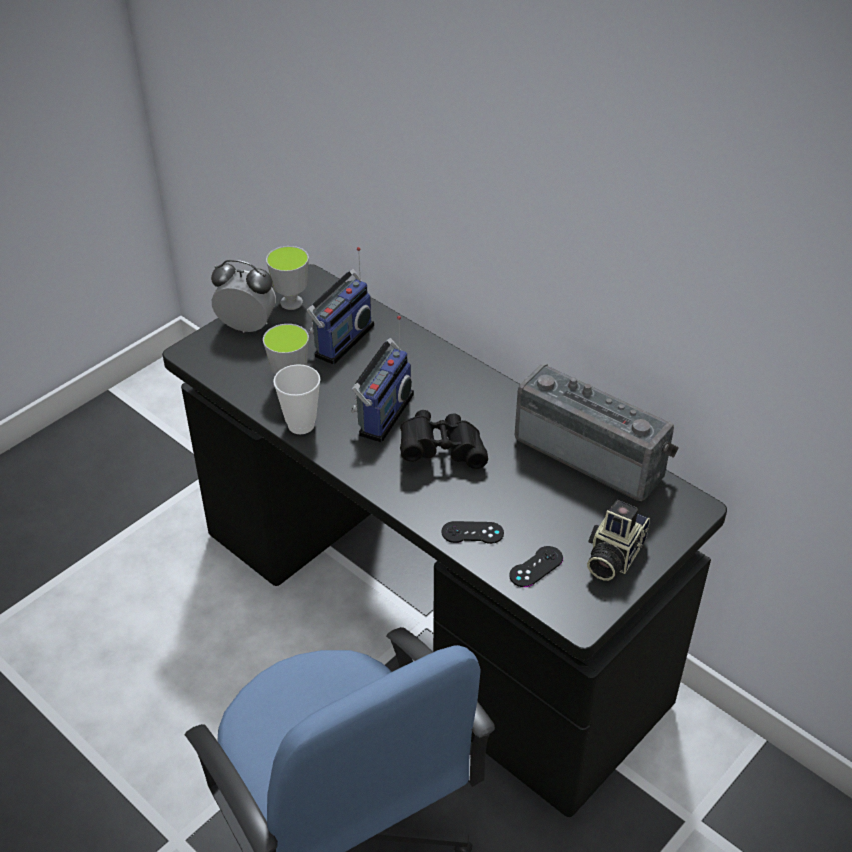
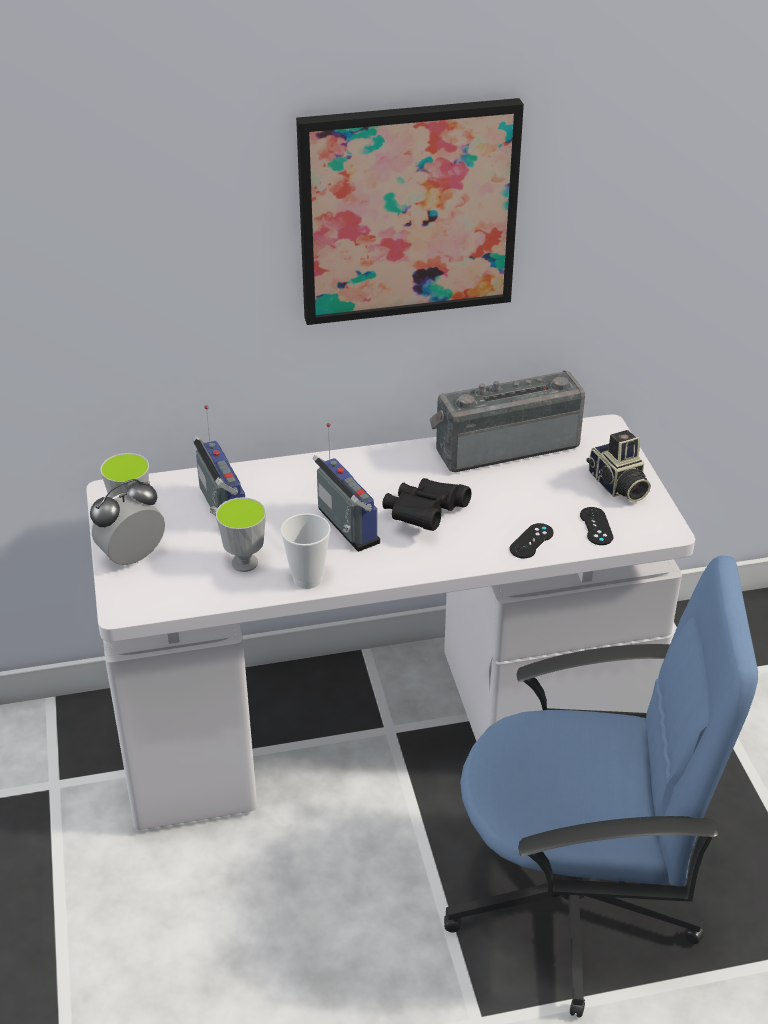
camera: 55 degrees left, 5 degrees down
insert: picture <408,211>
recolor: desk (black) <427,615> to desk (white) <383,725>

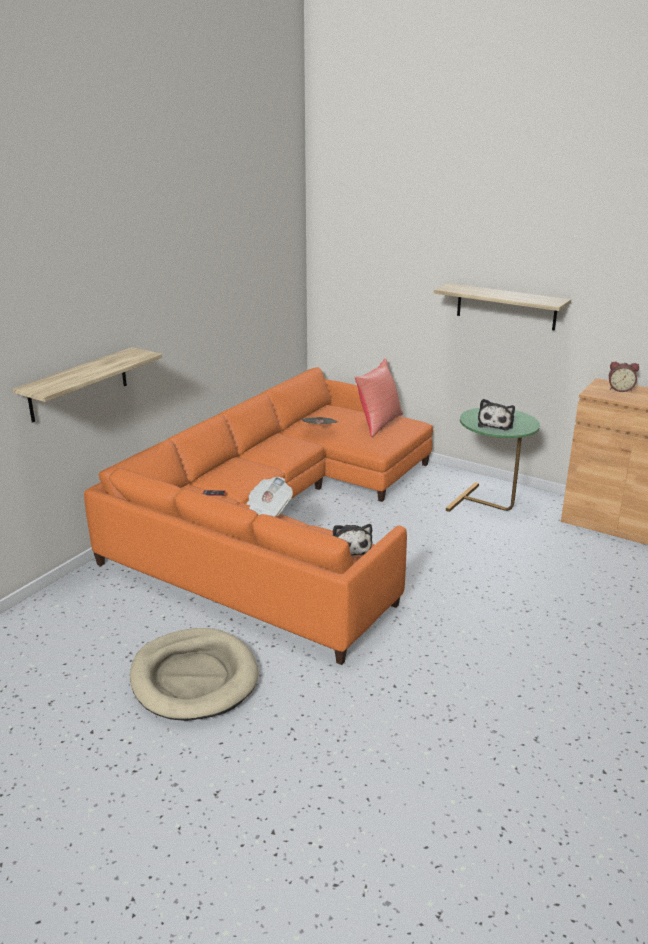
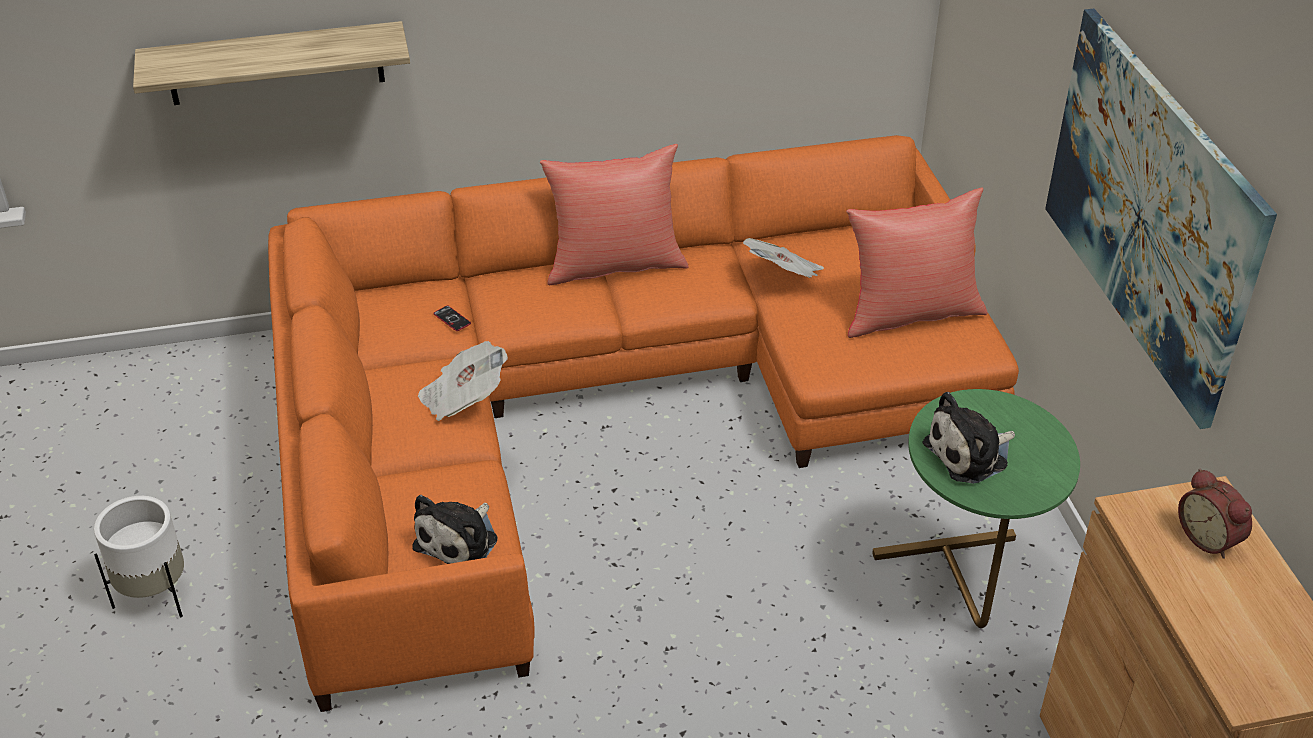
camera: 45 degrees right, 15 degrees up
insert: pillow (red) <614,264>
replace: shelf <506,306> to picture <1150,210>; dog bed (beige) <194,678> to planter (white) <156,596>

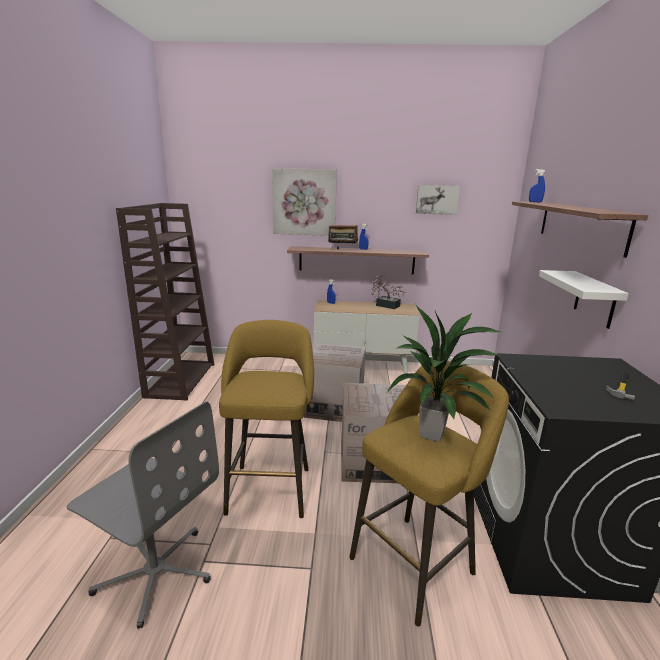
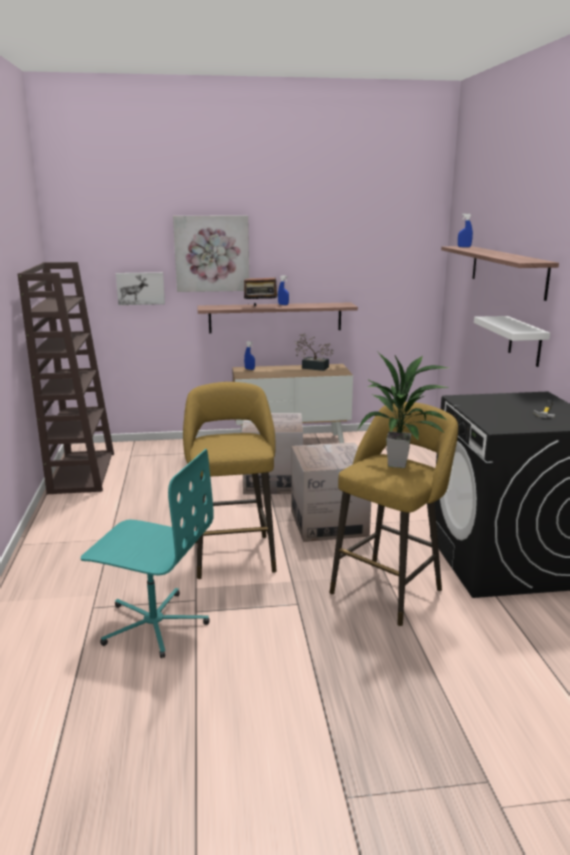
camera: 10 degrees left, 0 degrees up
move: picture <437,199> to <140,288>
recolor: office chair (grey) <155,571> to office chair (turquoise) <154,623>

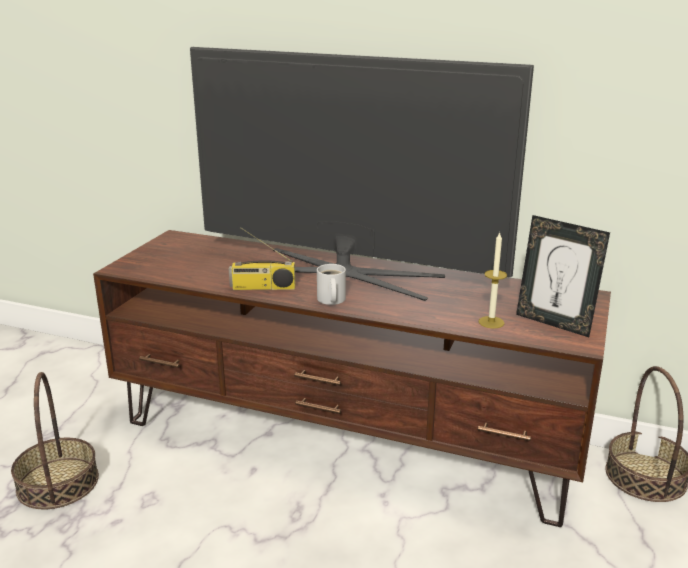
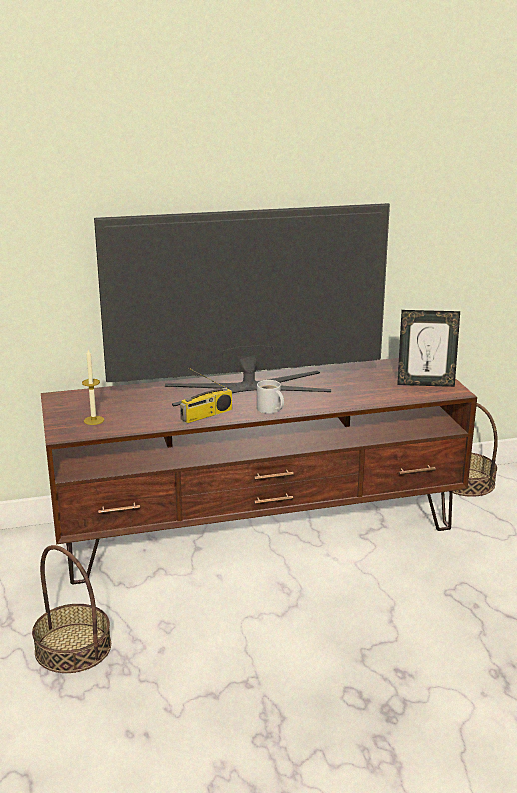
camera: 35 degrees left, 0 degrees up
move: candle <491,322> to <94,420>

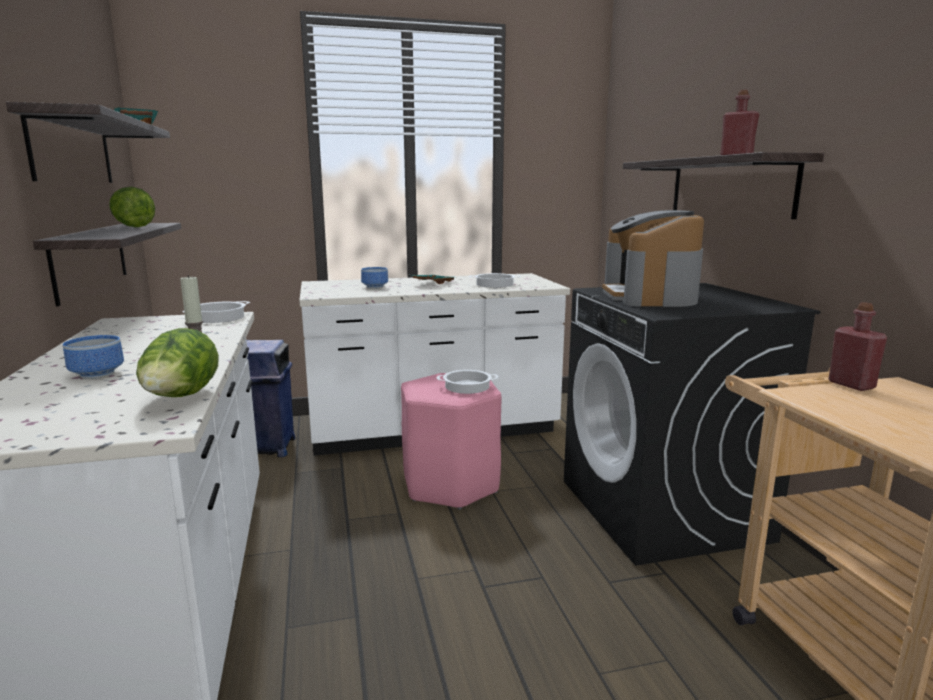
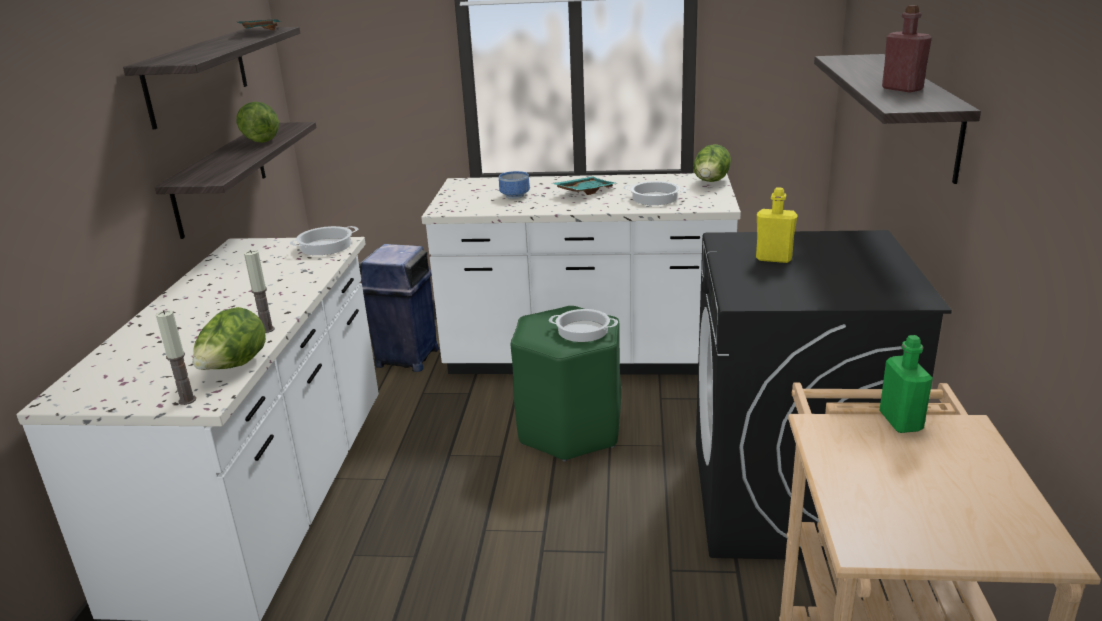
camera: 20 degrees right, 10 degrees up
delete: bowl <99,374>
insert: lettuce <711,182>; candle <187,400>
replace: coffee machine <649,296> to bottle (yellow) <774,258>
recolor: bottle (red) <851,385> to bottle (green) <900,421>; stool (pink) <450,485> to stool (green) <569,430>

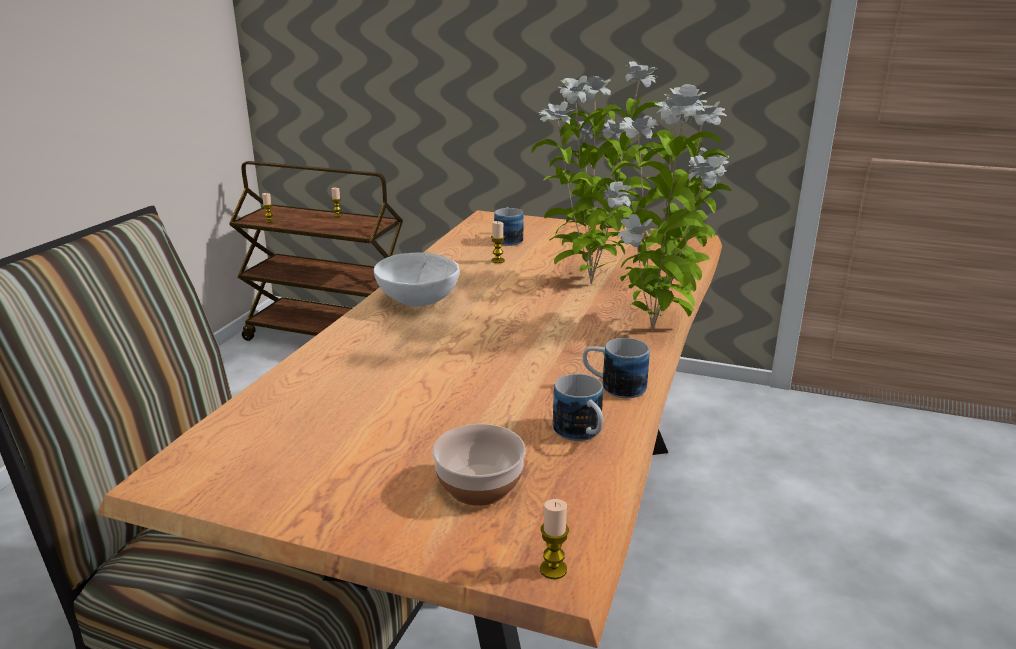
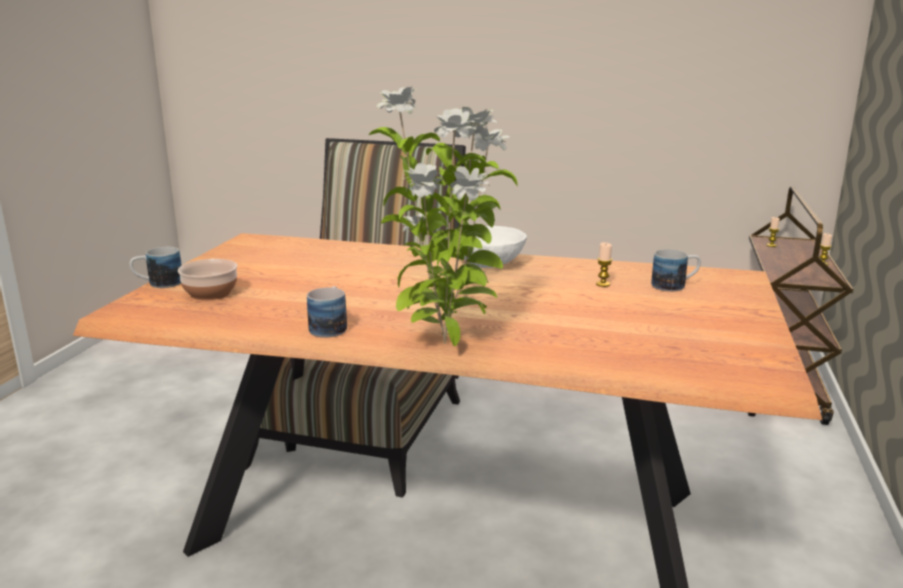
camera: 85 degrees right, 5 degrees down
delete: potted plant <590,282>; candle <553,569>
move: mug <582,434> to <158,284>

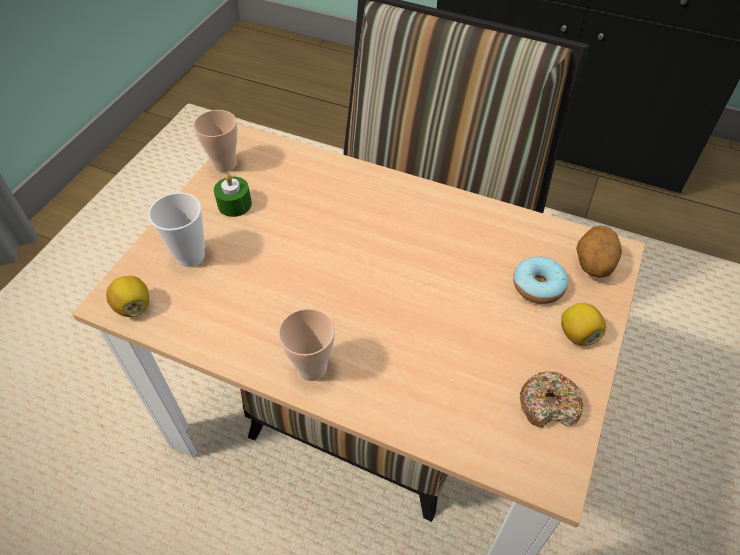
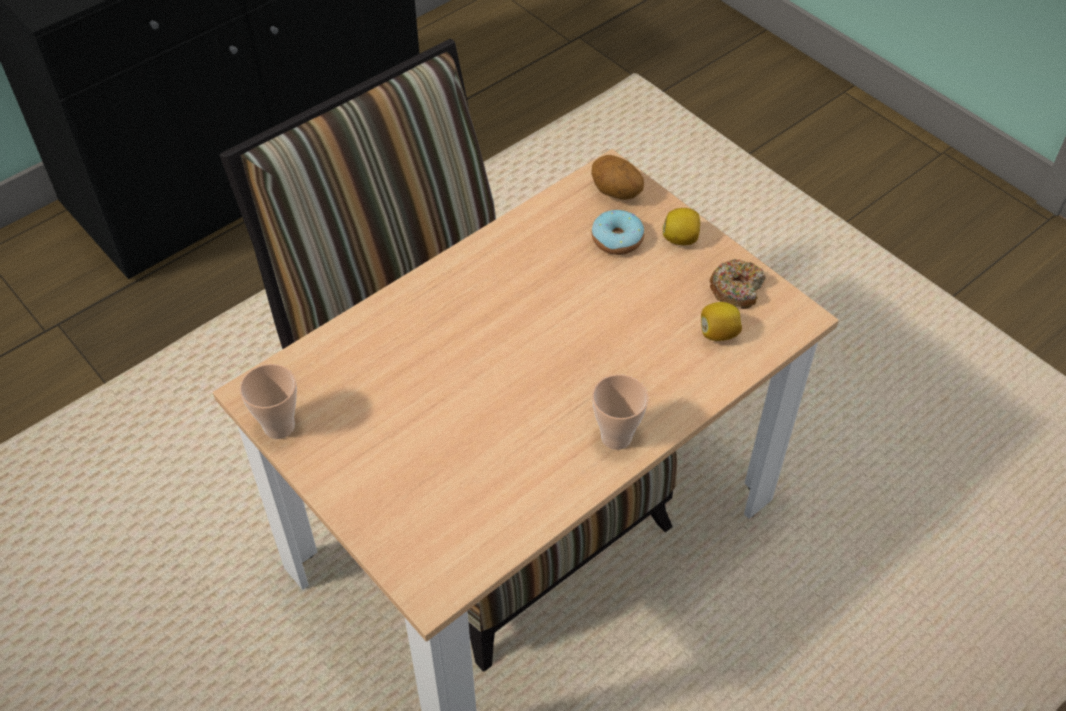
camera: 65 degrees left, 0 degrees up
delete: candle (green) <234,204>; cup <190,255>
move: lemon <133,306> to <718,333>

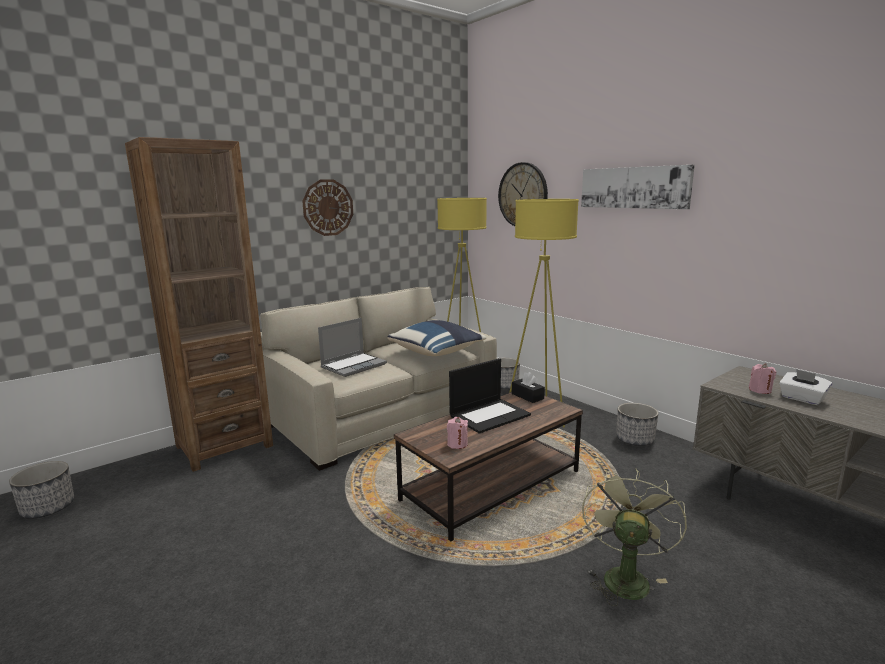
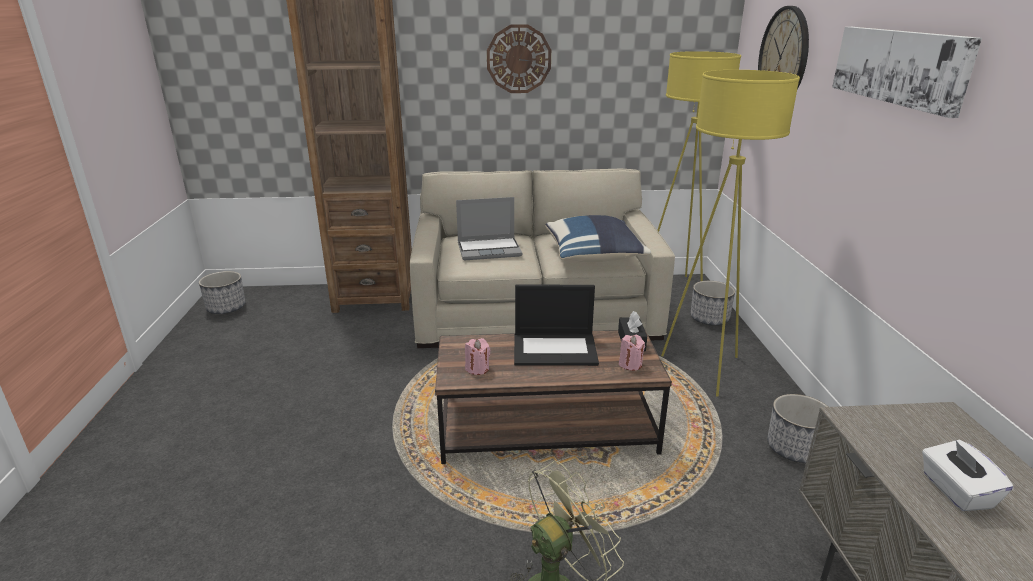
camera: 35 degrees right, 10 degrees up
move: candle (pink) <760,390> to <630,364>

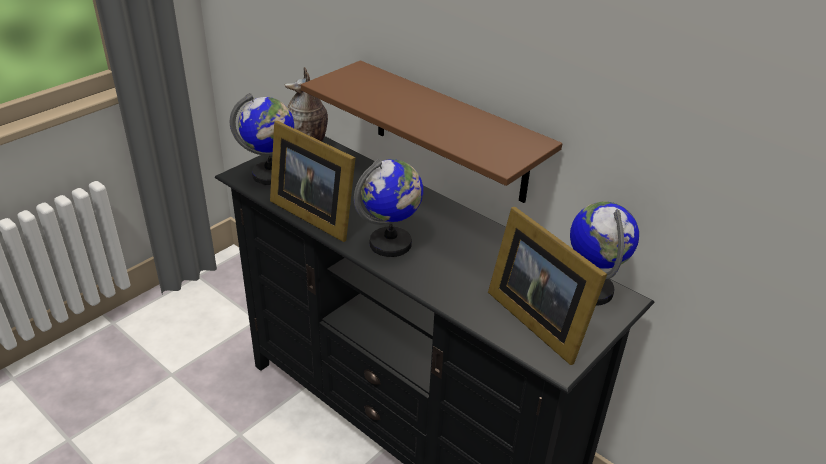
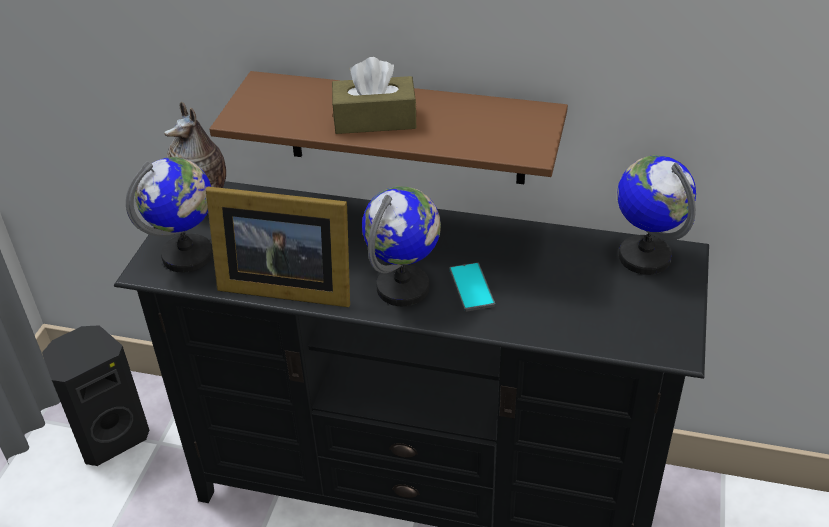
camera: 25 degrees left, 5 degrees up
delete: picture frame <537,318>
insert: tissue box (brown) <375,120>; phone <472,287>; speaker (black) <110,436>

